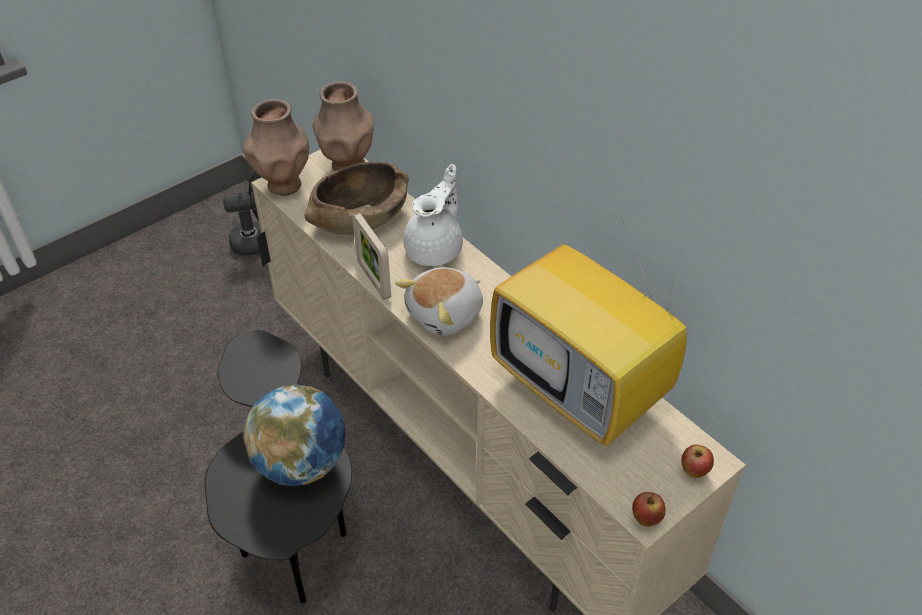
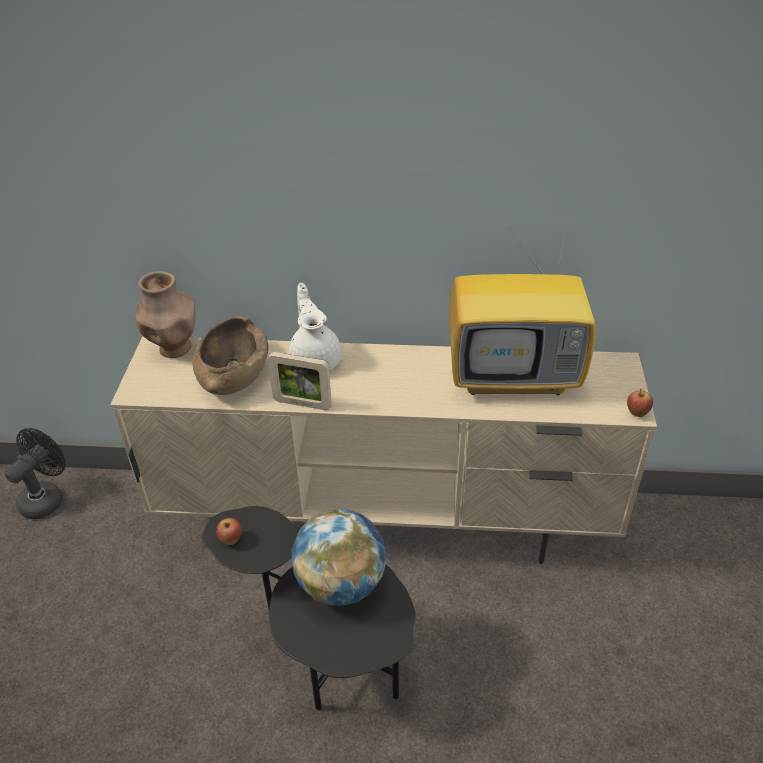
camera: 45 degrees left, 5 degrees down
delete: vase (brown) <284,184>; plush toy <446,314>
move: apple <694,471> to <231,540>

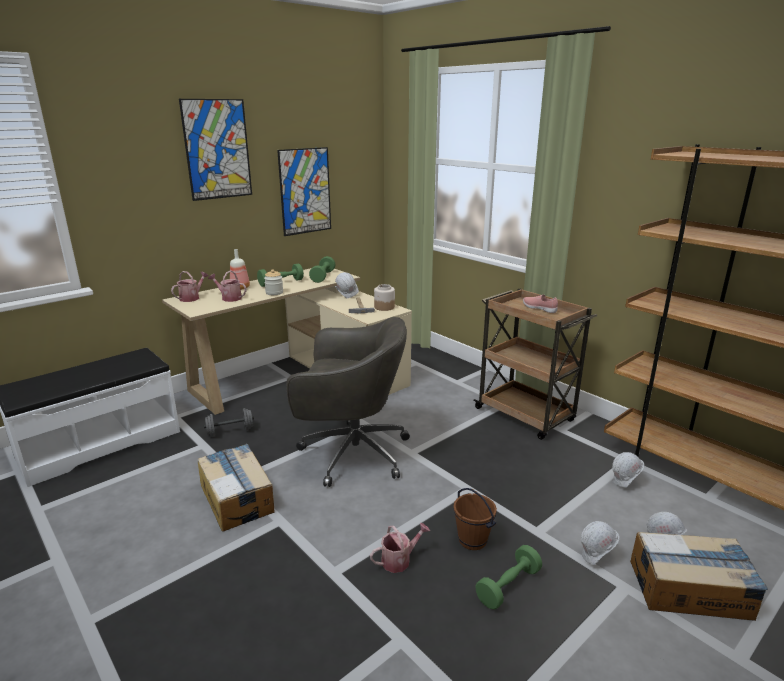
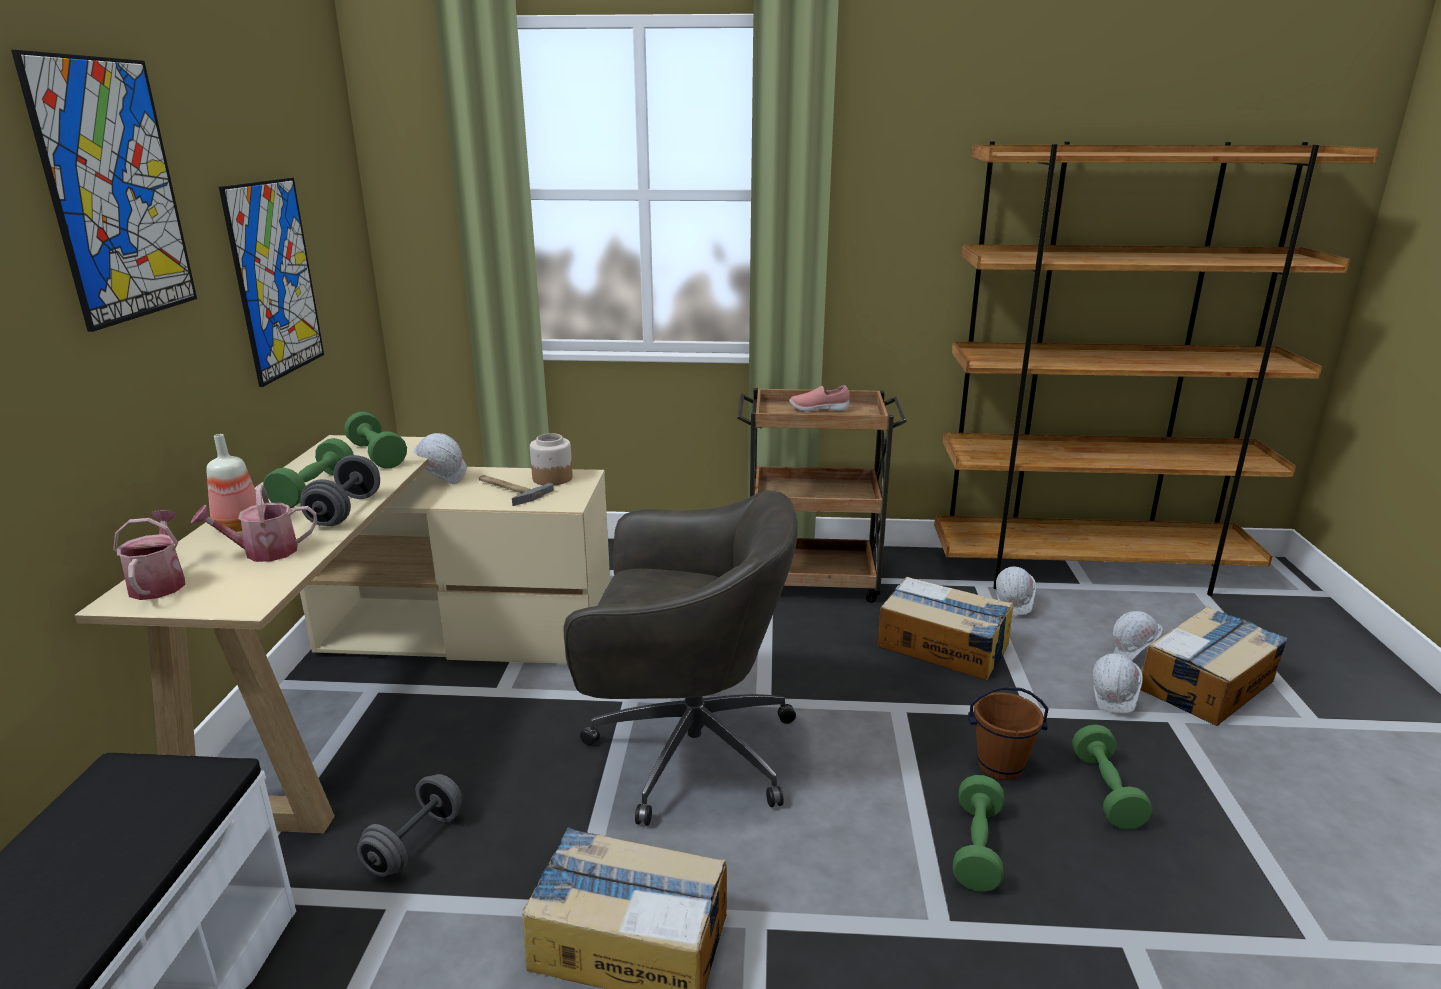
camera: 45 degrees left, 0 degrees up
insert: cardboard box <943,646>
replace: jar <274,293> to dumbbell (grey) <345,511>; watering can <399,560> to dumbbell (green) <977,848>
rotate: office chair (grey) <351,453> = <686,750> 45 degrees clockwise

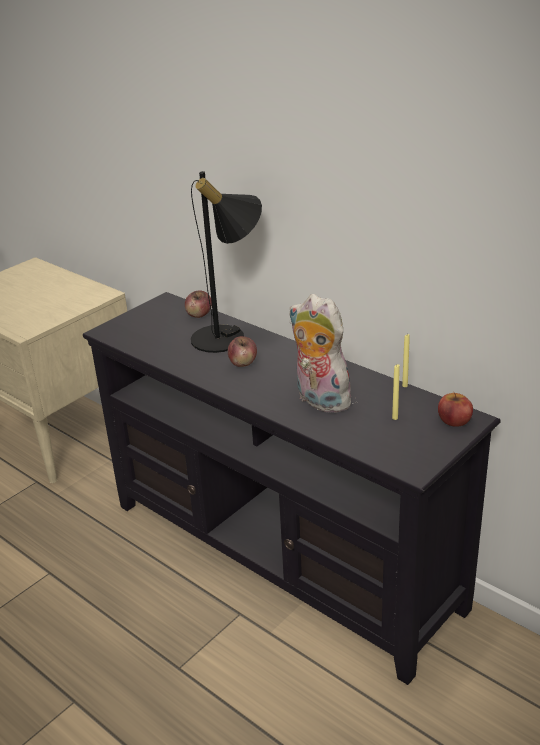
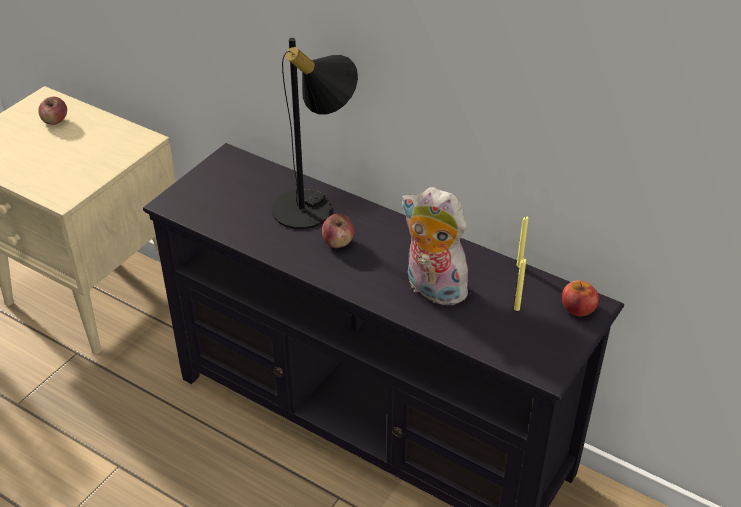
camera: 10 degrees left, 10 degrees up
move: apple <199,314> to <55,121>

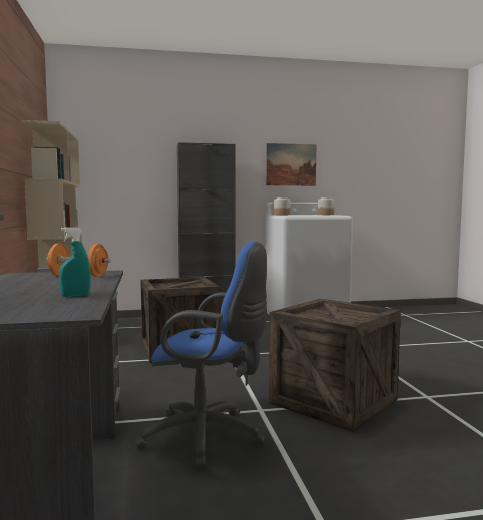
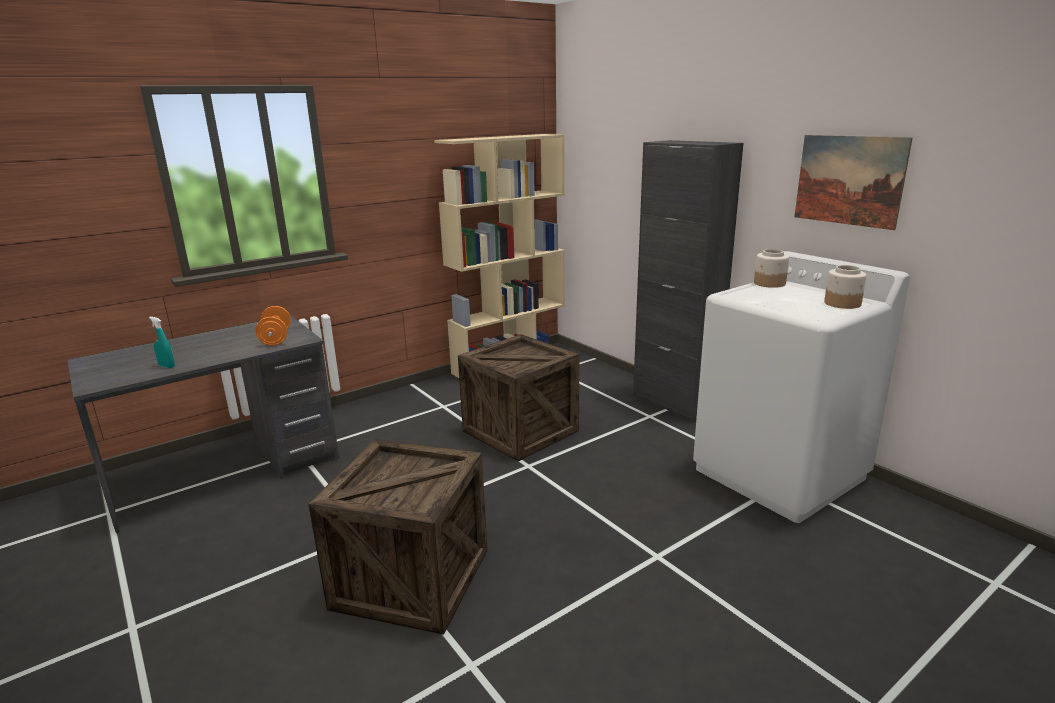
camera: 65 degrees right, 15 degrees up
delete: office chair (blue) <208,438>

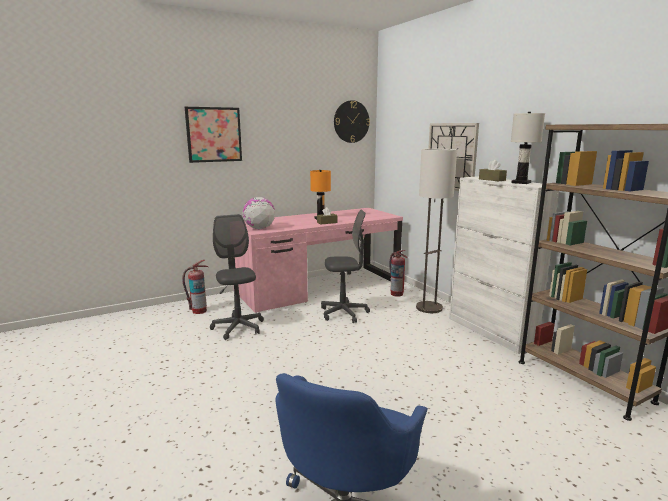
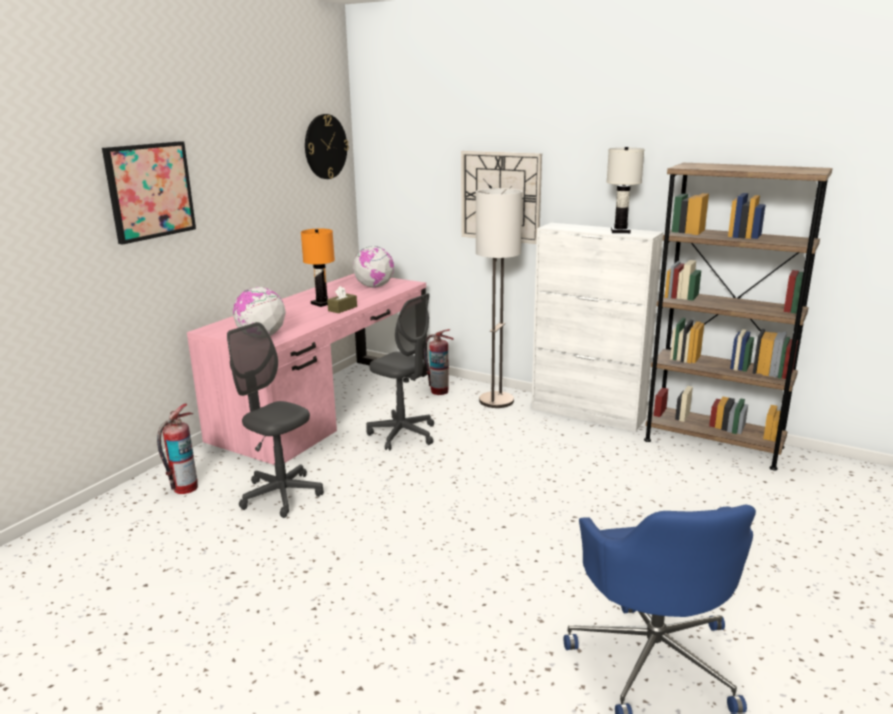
camera: 30 degrees left, 5 degrees up
delete: tissue box (brown) <492,180>
insert: globe <374,286>
rotate: office chair (grey) <344,313> = <403,434> 75 degrees clockwise

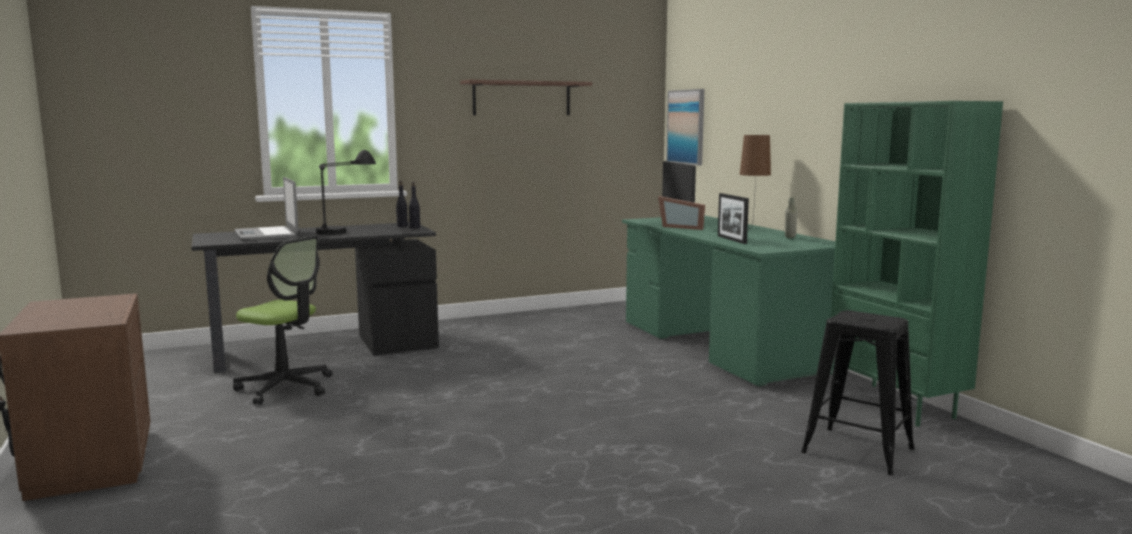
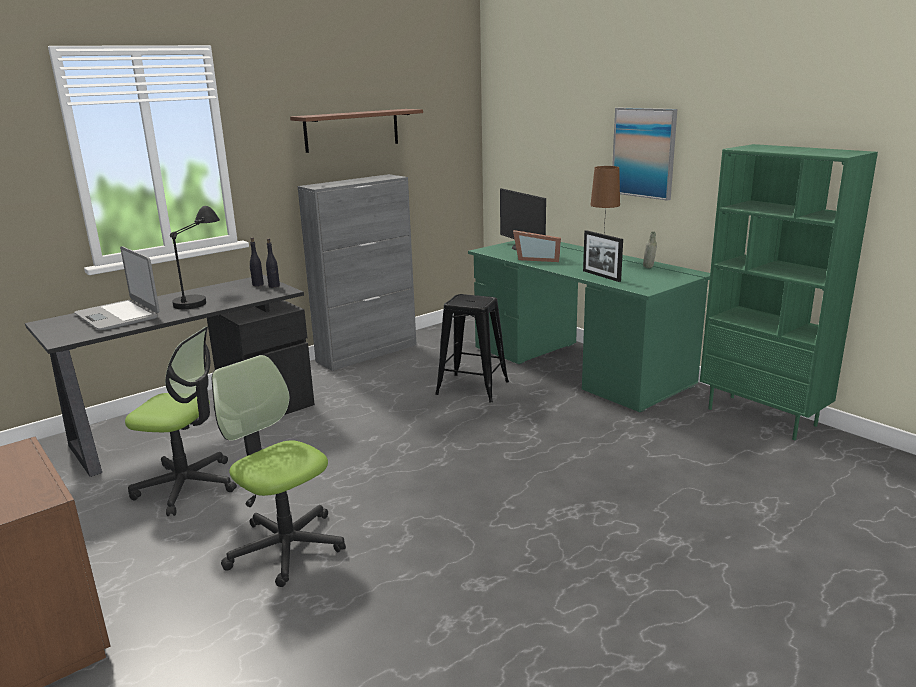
camera: 15 degrees left, 10 degrees up
insert: cabinet (grey) <368,353>; office chair <286,547>
move: picture <686,127> to <644,153>; stool (black) <857,451> to <472,388>

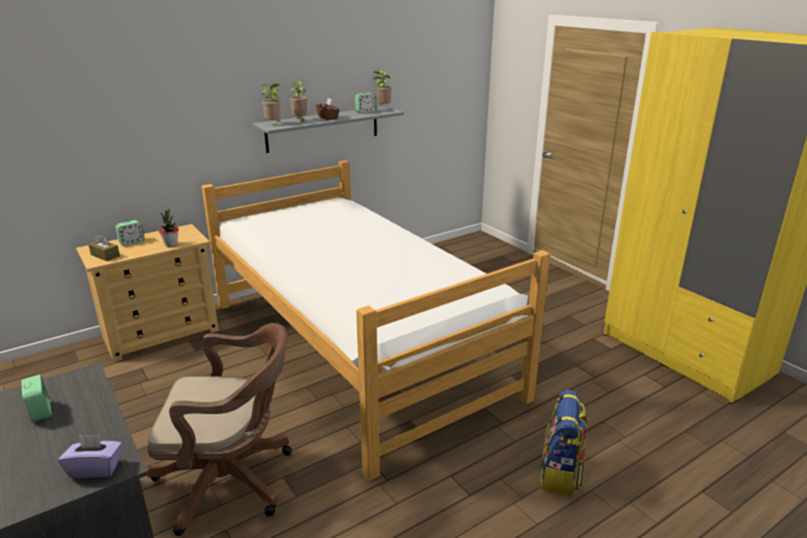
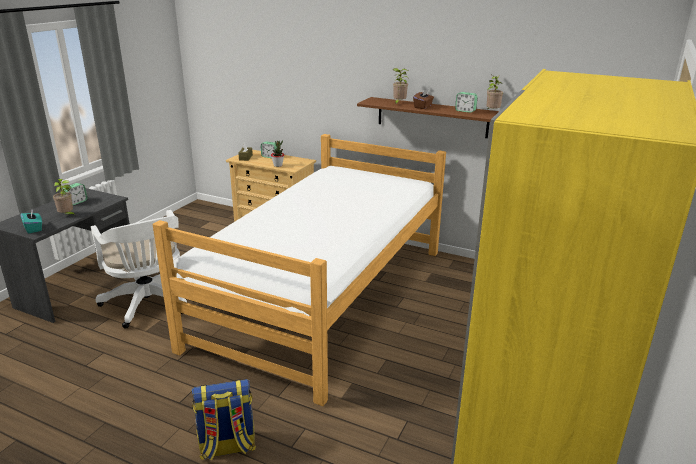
camera: 60 degrees right, 0 degrees up
move: potted plant <274,124> to <67,215>
recolor: shelf (grey) <323,129> to shelf (brown) <432,117>; office chair (brown) <232,481> to office chair (white) <149,304>; tissue box (purple) <96,468> to tissue box (turquoise) <34,228>

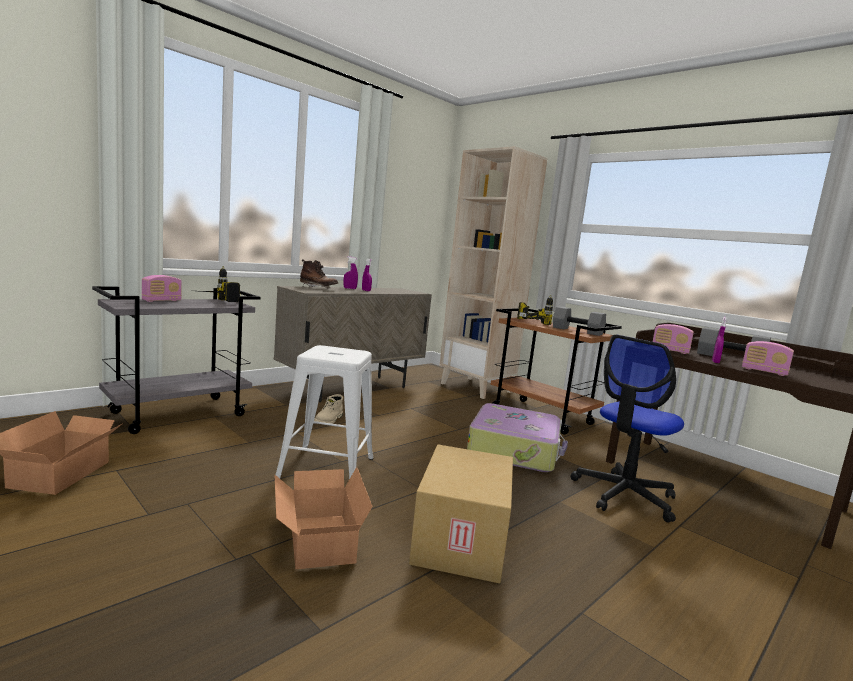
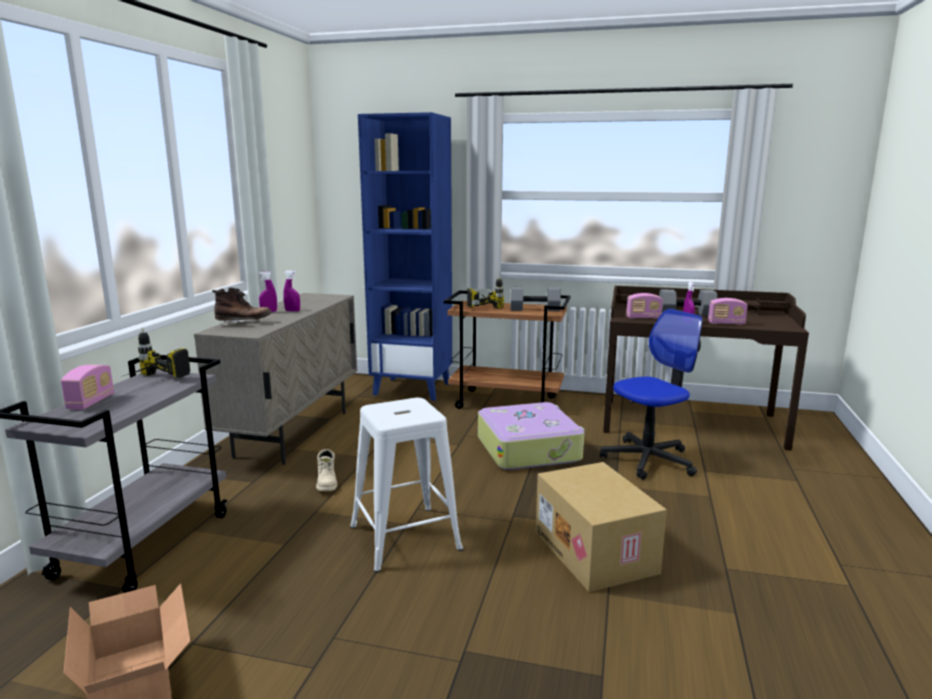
camera: 30 degrees left, 5 degrees up
delete: cardboard box <317,542>
recolor: bookcase (beige) <476,388> to bookcase (blue) <413,389>
rotate: office chair <624,495> = <648,460> 135 degrees counterclockwise

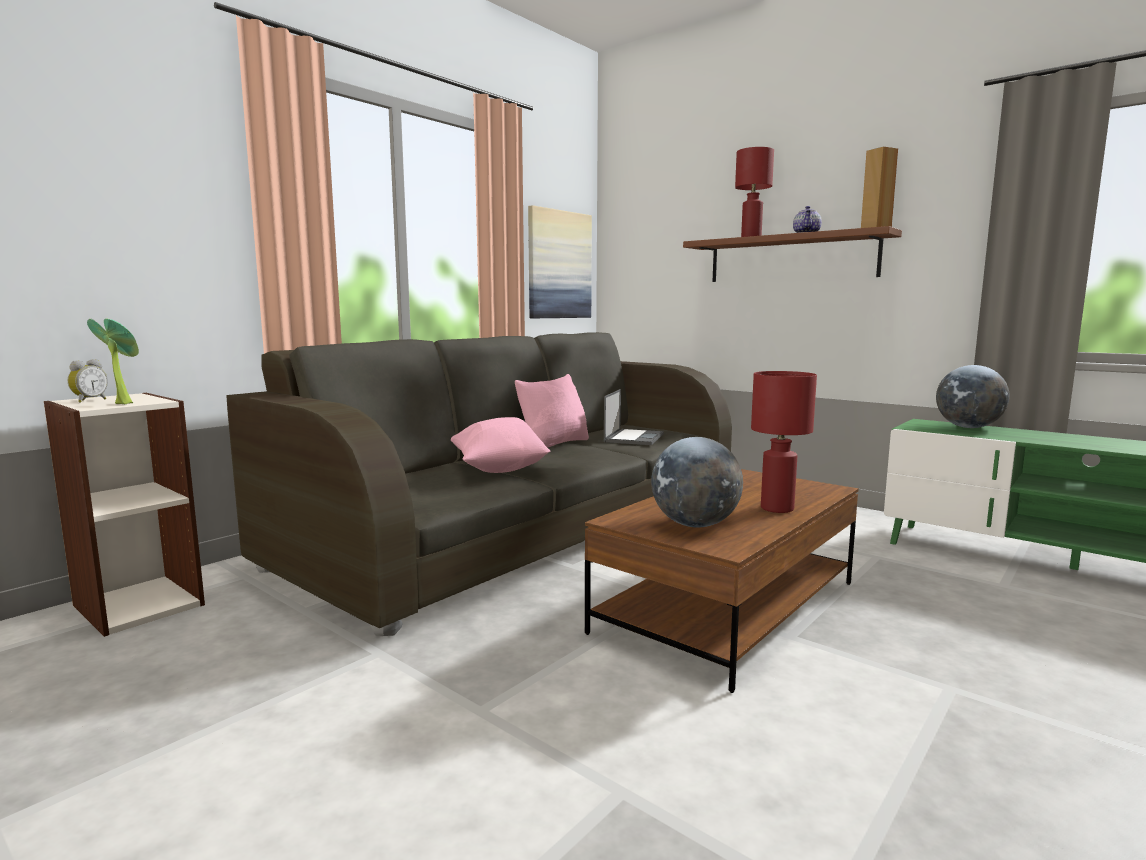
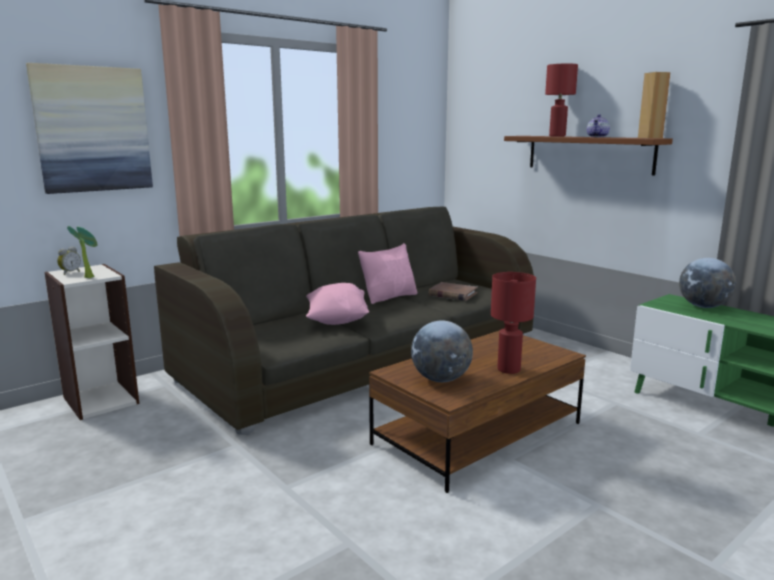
camera: 10 degrees right, 5 degrees up
move: picture <559,265> to <93,129>
replace: laptop <634,437> to book (brown) <452,294>

